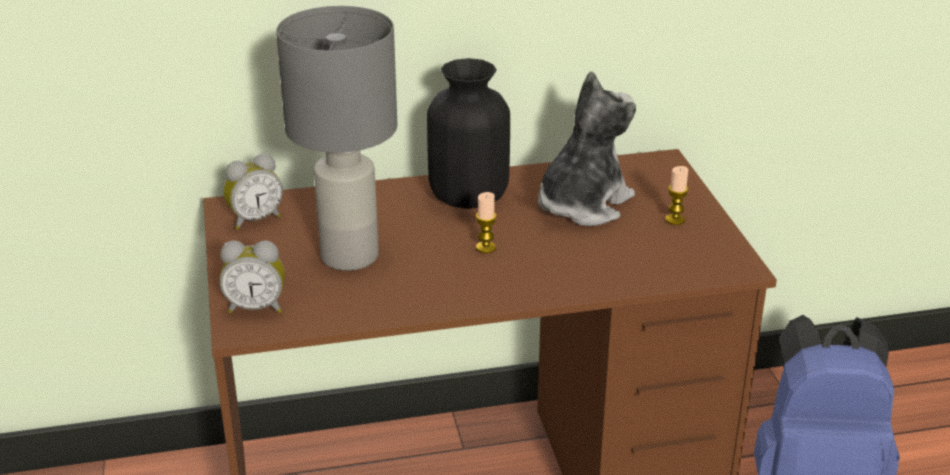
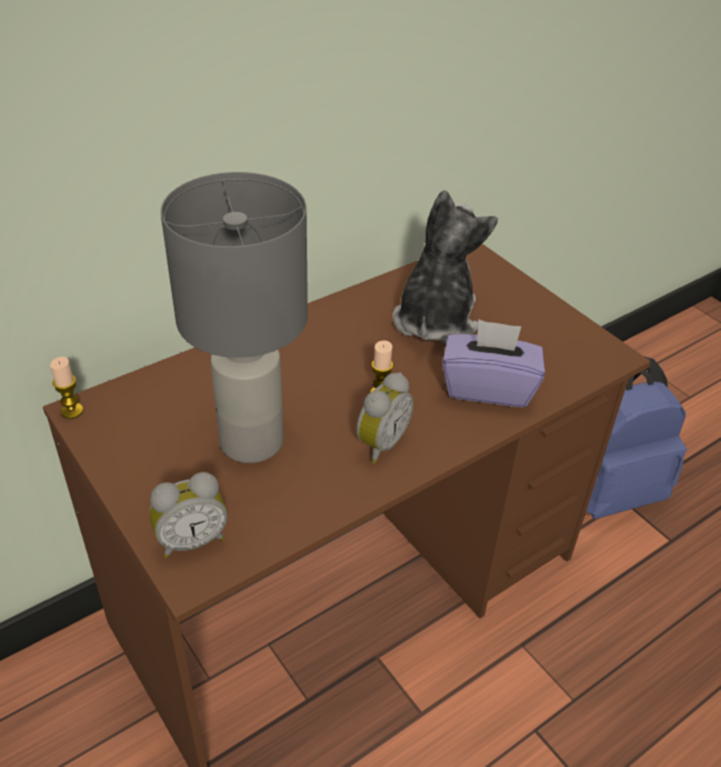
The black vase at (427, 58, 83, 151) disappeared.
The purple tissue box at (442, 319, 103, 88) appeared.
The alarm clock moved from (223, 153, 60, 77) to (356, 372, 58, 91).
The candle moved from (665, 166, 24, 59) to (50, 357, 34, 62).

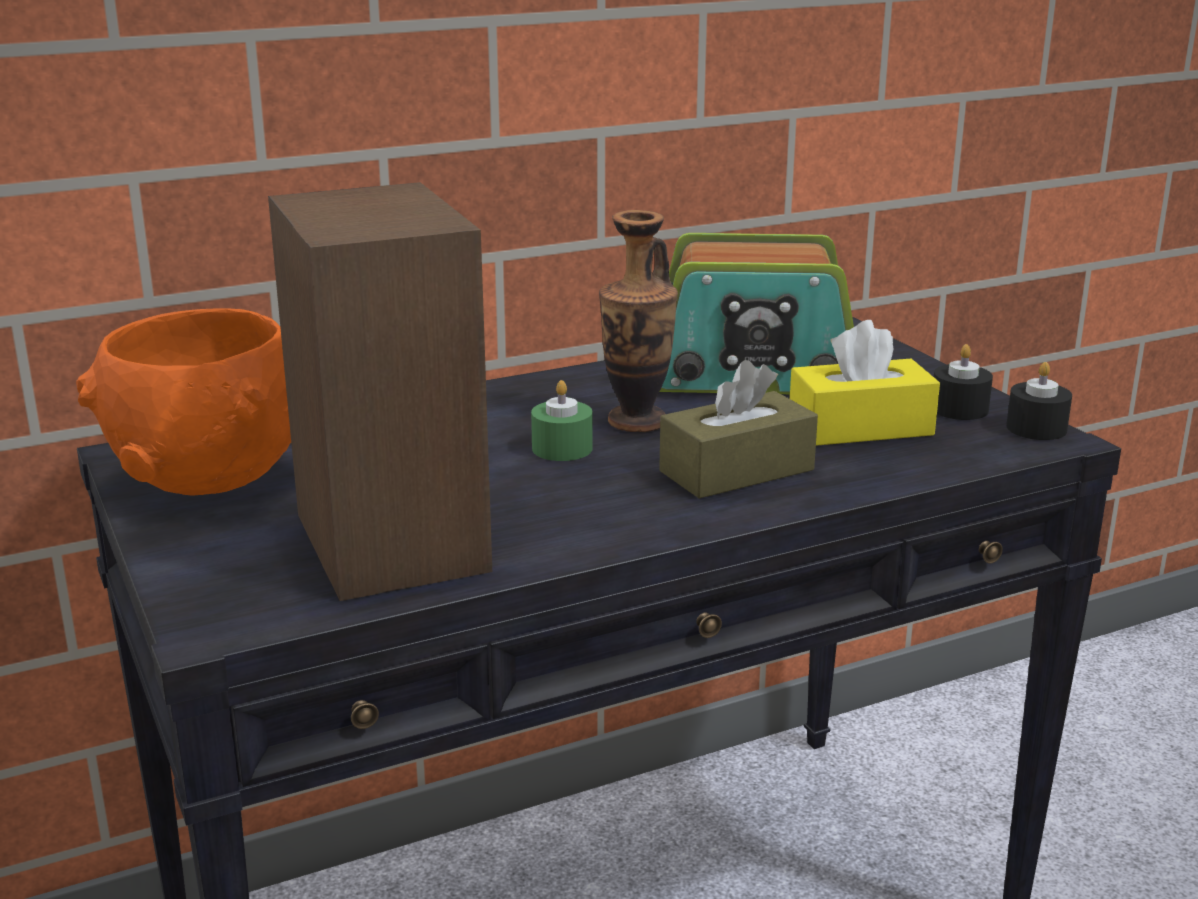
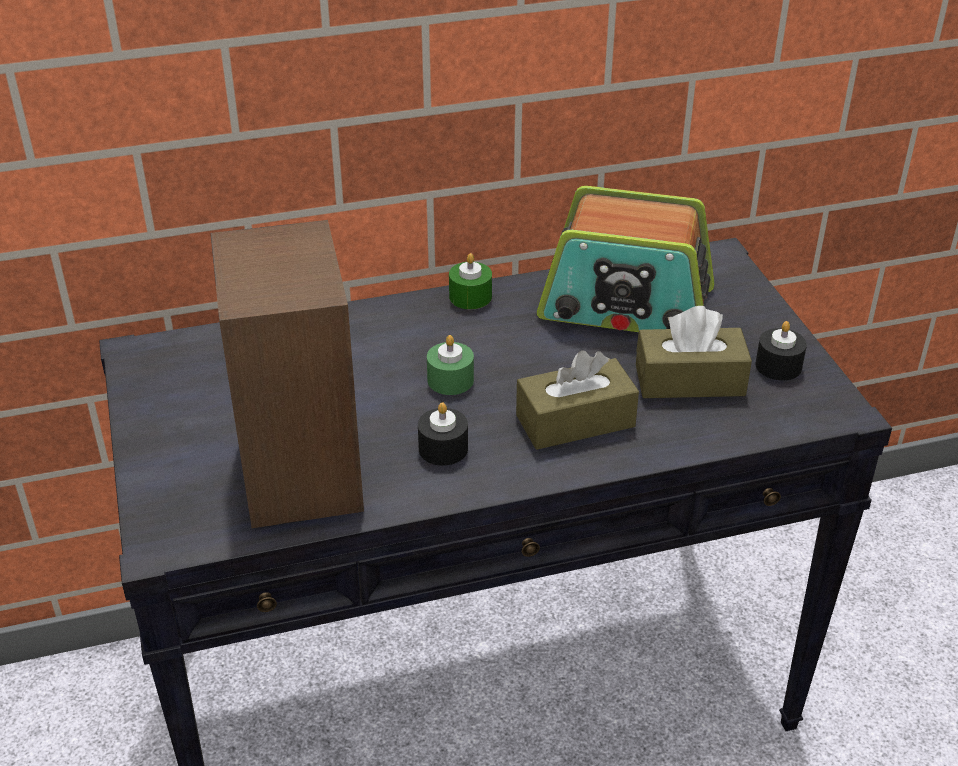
The orange bowl at (76, 308, 215, 188) disappeared.
The vase at (599, 210, 79, 222) disappeared.
The green candle at (449, 253, 43, 56) appeared.
The black candle moved from (1006, 362, 66, 78) to (418, 402, 50, 64).
The yellow tissue box at (790, 320, 150, 126) became the brown tissue box at (636, 306, 116, 92).

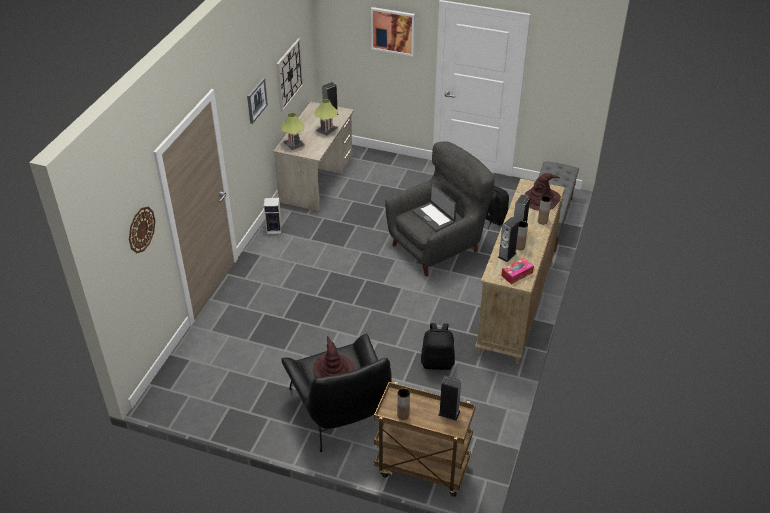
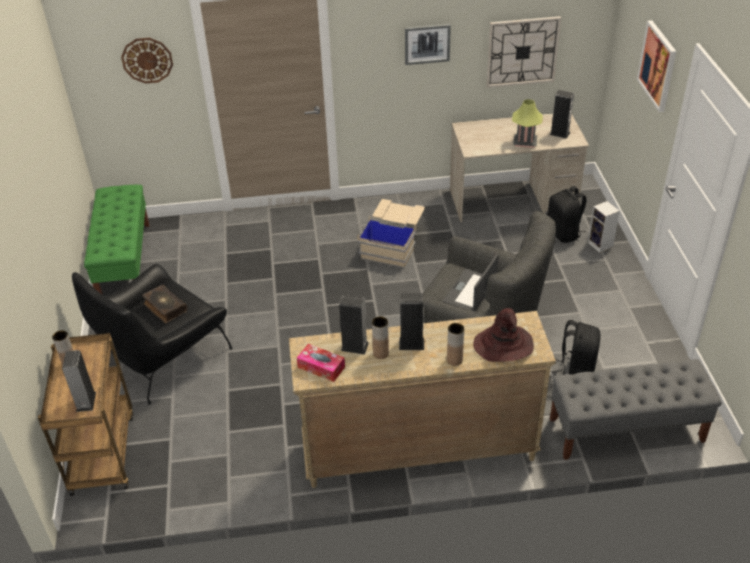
The table lamp at (281, 113, 24, 38) disappeared.
The green bench at (84, 185, 66, 109) appeared.
The beige storage box at (357, 199, 68, 69) appeared.
The speaker moved from (264, 197, 18, 37) to (588, 201, 32, 52).
The black backpack moved from (421, 323, 34, 47) to (547, 186, 40, 57).
The brown hat at (313, 336, 42, 42) was replaced by the book at (142, 285, 45, 38).

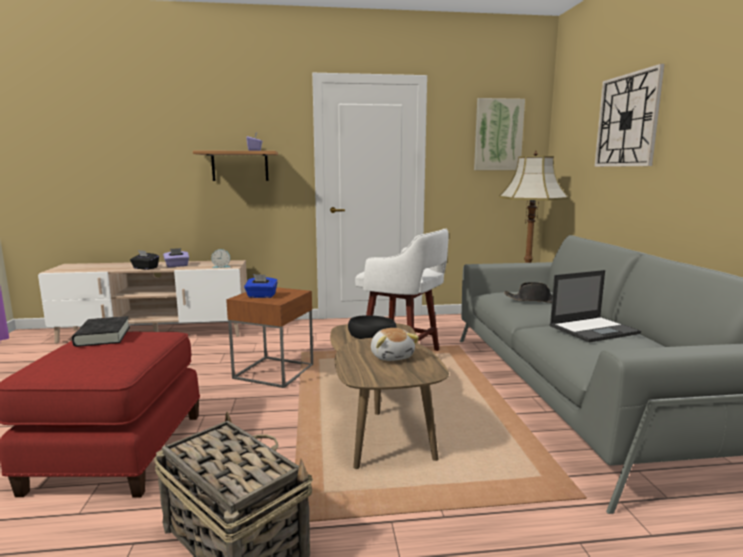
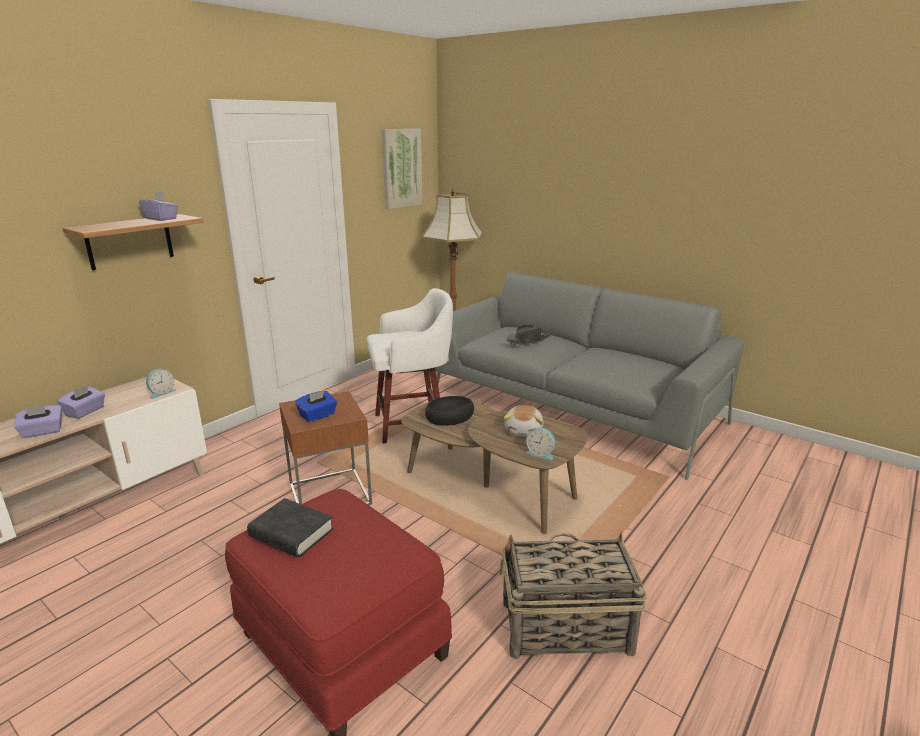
The laptop at (549, 270, 92, 72) disappeared.
The wall clock at (594, 64, 71, 103) disappeared.
The alarm clock at (526, 428, 29, 32) appeared.
The black tissue box at (130, 250, 29, 20) became the purple tissue box at (14, 405, 48, 33).
The plush toy at (371, 328, 48, 33) turned 75 degrees clockwise.

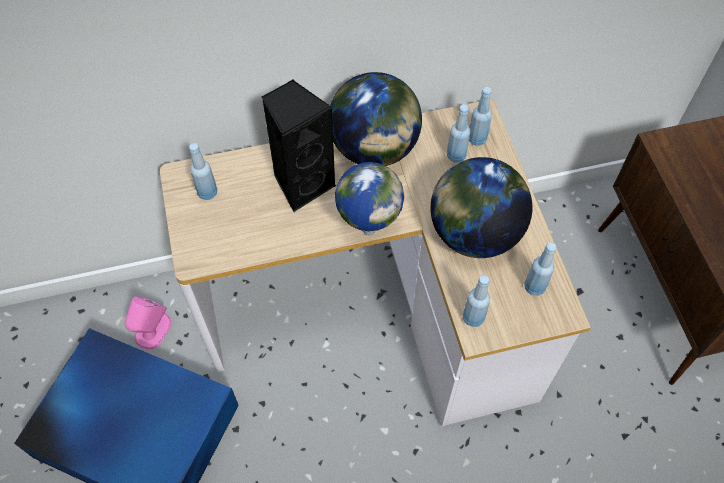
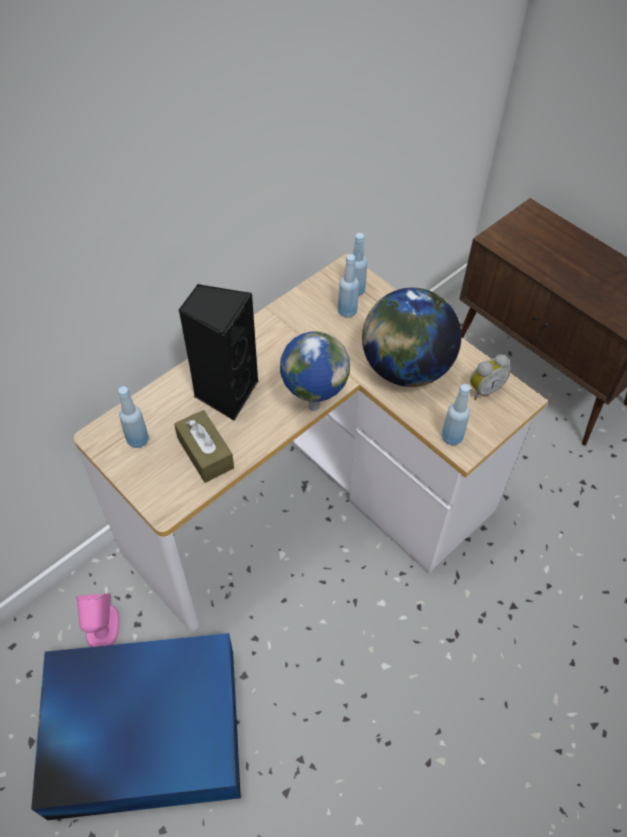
The globe at (330, 72, 92, 94) disappeared.
The brown tissue box at (174, 410, 60, 73) appeared.
The blue bottle at (524, 242, 33, 54) was replaced by the alarm clock at (470, 354, 40, 46).

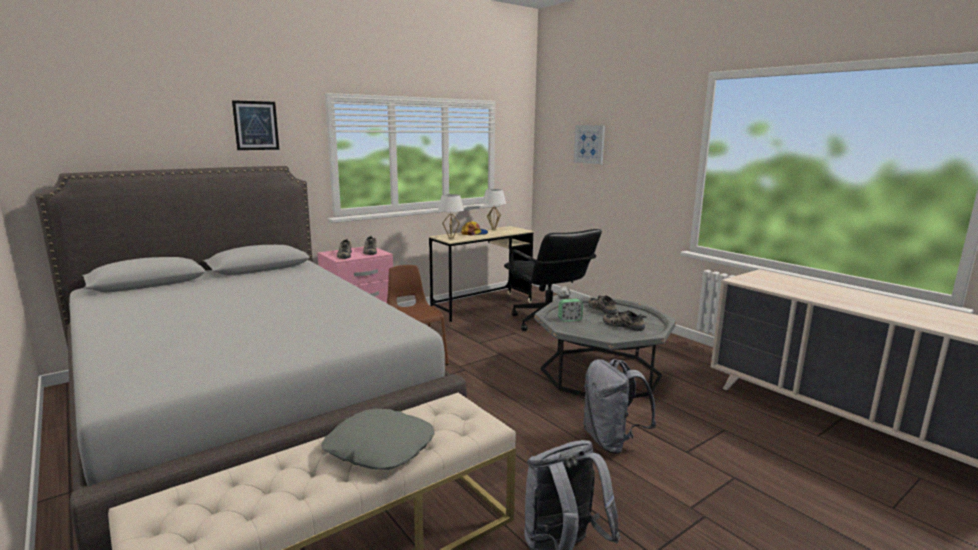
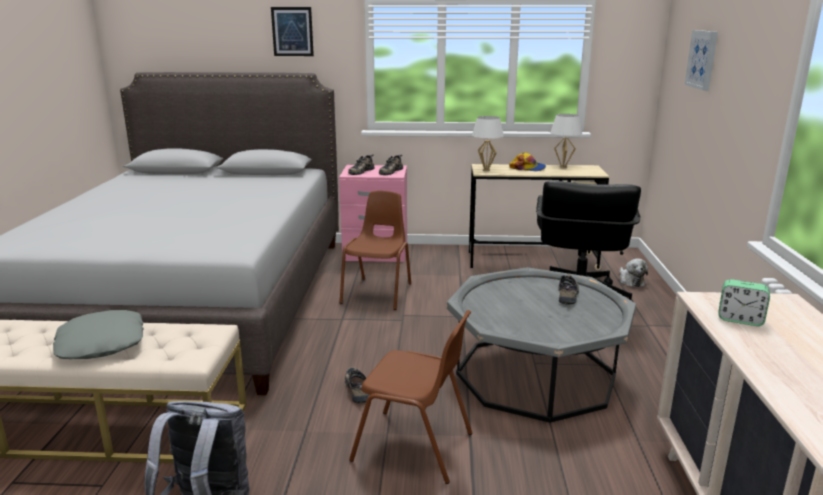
The alarm clock moved from (558, 299, 25, 23) to (718, 279, 52, 47).
The shoe moved from (603, 310, 44, 21) to (345, 367, 24, 36).
The grey backpack at (583, 359, 73, 95) was replaced by the brown chair at (349, 310, 123, 174).

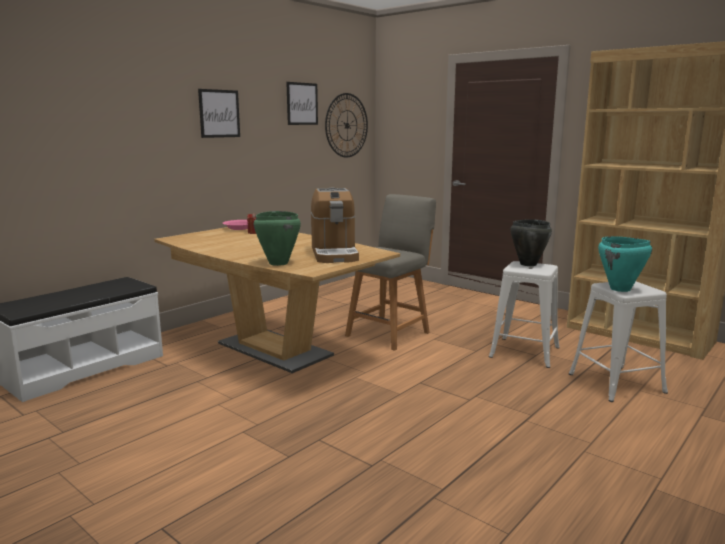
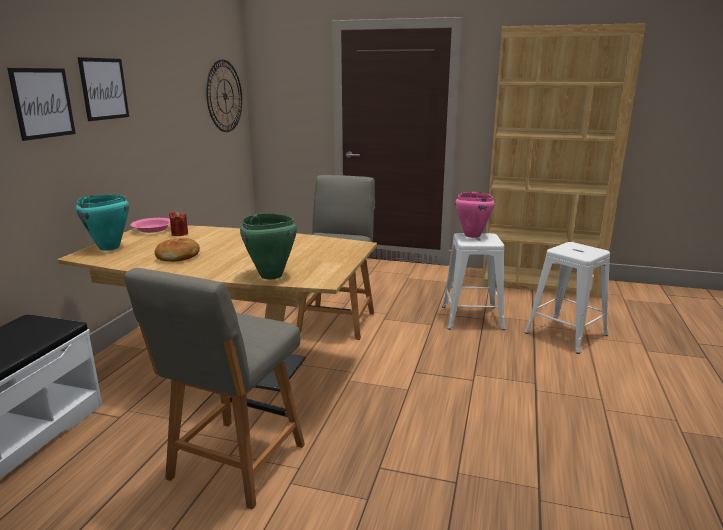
The coffee machine at (311, 188, 48, 75) disappeared.
The grey chair at (124, 268, 181, 241) appeared.
The bread at (155, 238, 45, 24) appeared.
The picture moved from (286, 82, 32, 43) to (7, 68, 69, 73).
The turquoise cooking pot moved from (598, 236, 54, 56) to (76, 195, 53, 56).
The black cooking pot at (510, 219, 42, 47) became the pink cooking pot at (455, 192, 40, 46).

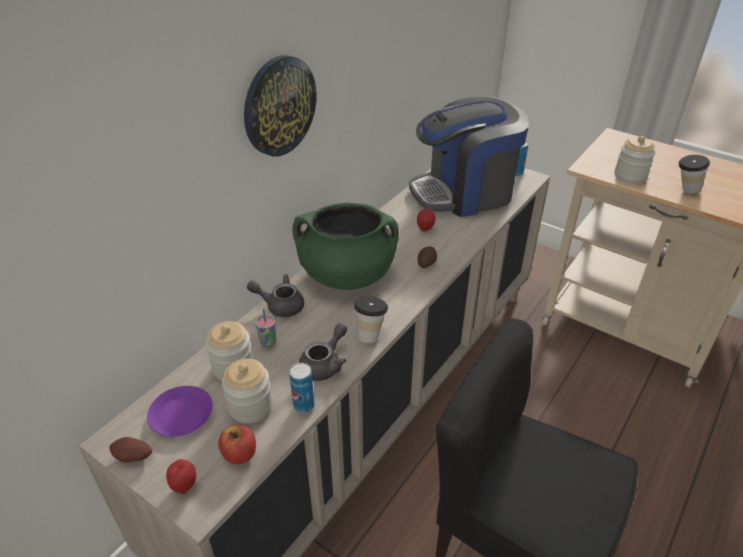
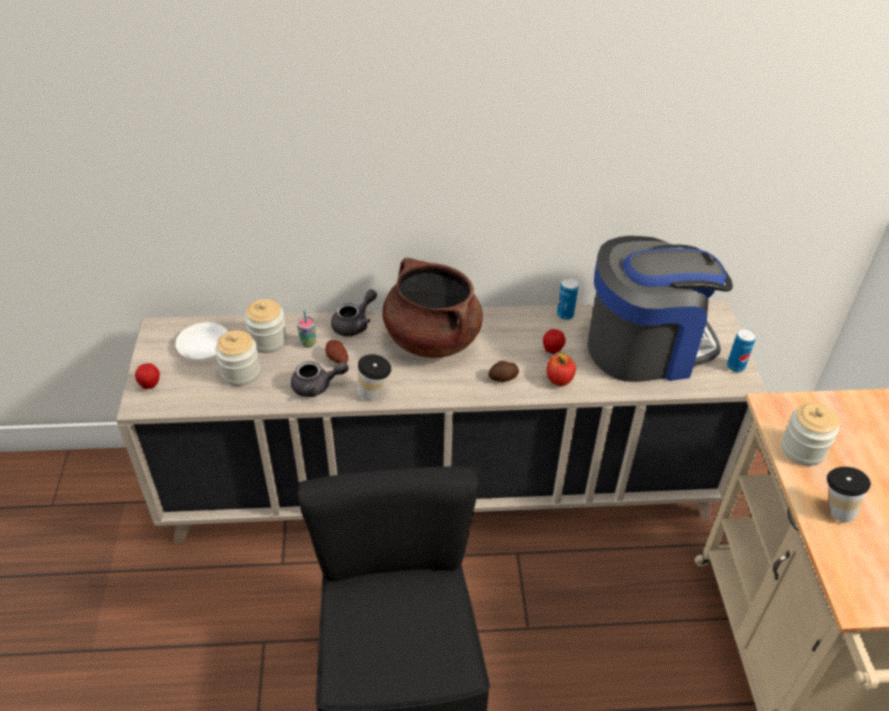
The wall clock at (244, 55, 73, 101) disappeared.
The potato moved from (109, 437, 43, 26) to (325, 340, 23, 24).
The apple moved from (218, 425, 38, 39) to (546, 354, 30, 32).
The can moved from (289, 363, 26, 50) to (557, 277, 22, 43).
The purple plate at (147, 386, 66, 51) became the white plate at (176, 322, 52, 38).
The green cooking pot at (293, 203, 106, 87) became the brown cooking pot at (382, 258, 101, 100).
The grey teapot at (247, 274, 57, 43) turned 75 degrees clockwise.
The coffee machine at (409, 96, 120, 121) turned 135 degrees clockwise.

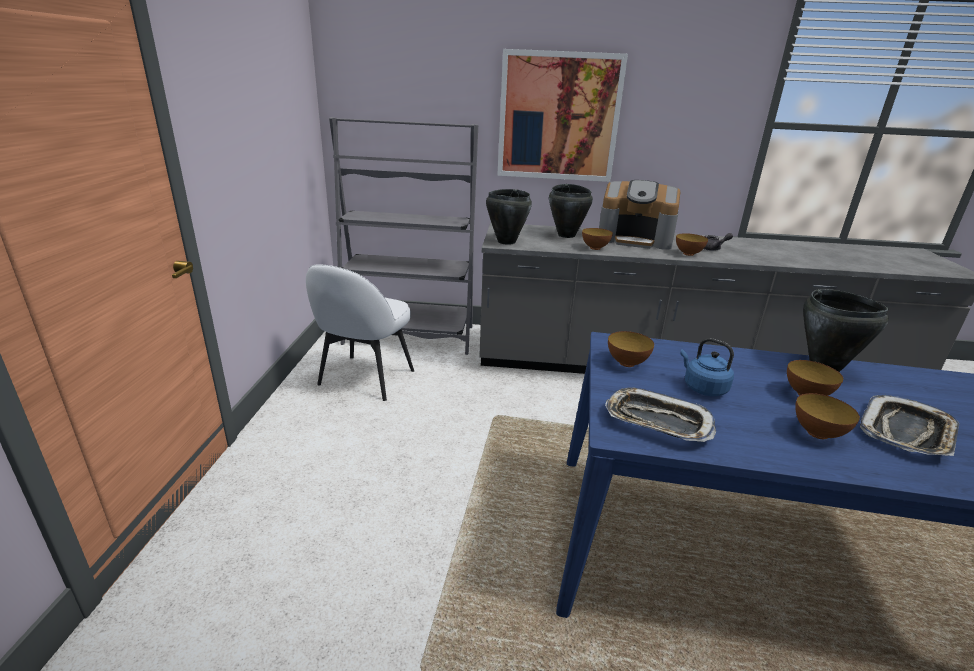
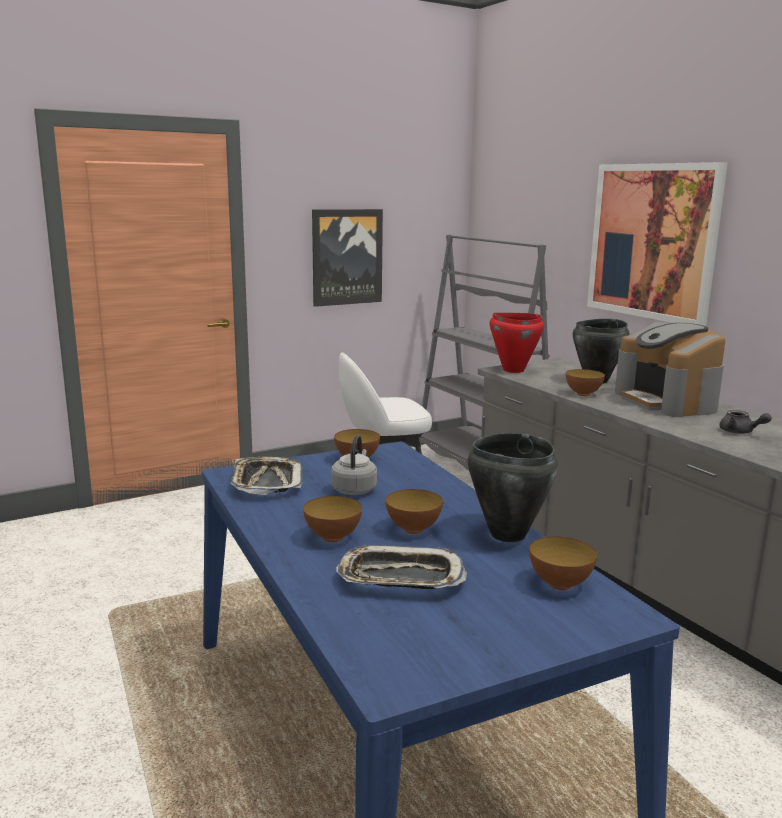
The picture at (312, 209, 71, 98) appeared.
The bowl moved from (676, 233, 32, 23) to (529, 536, 68, 54).
The black cooking pot at (486, 189, 46, 56) became the red cooking pot at (490, 313, 54, 60).
The blue kettle at (680, 338, 54, 58) became the grey kettle at (331, 435, 46, 60).

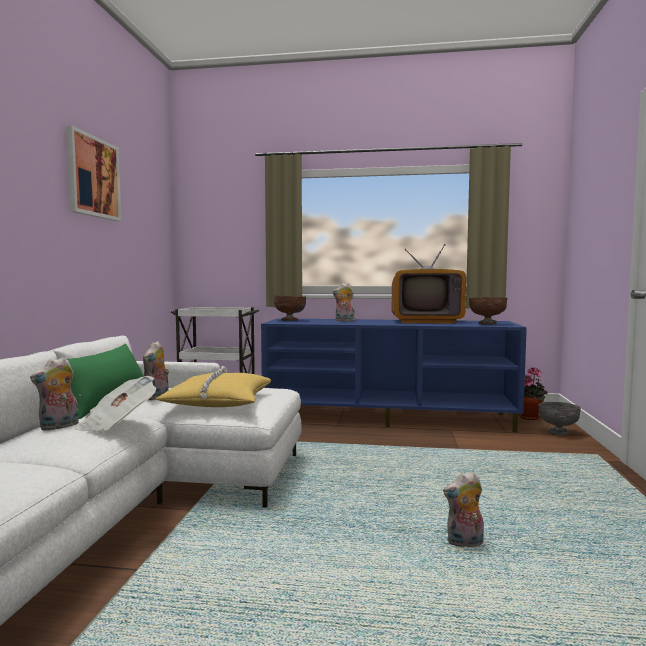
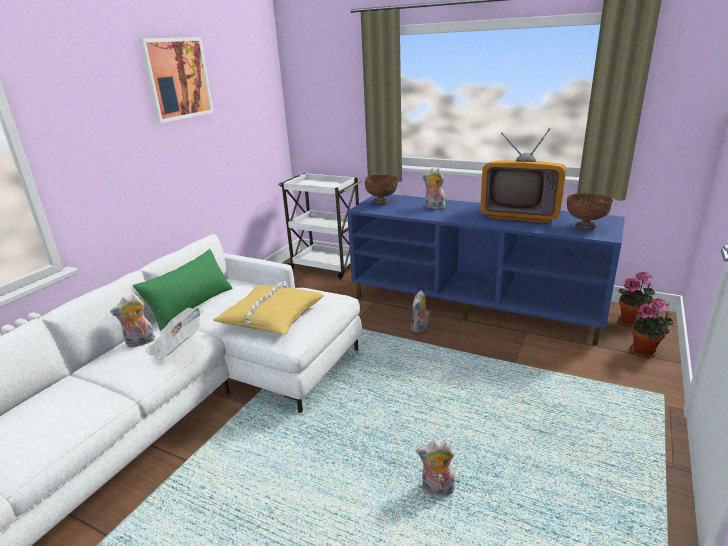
The plush toy moved from (143, 341, 26, 59) to (411, 290, 19, 43).
The grey bowl at (538, 402, 43, 33) was replaced by the potted plant at (630, 298, 44, 60).

